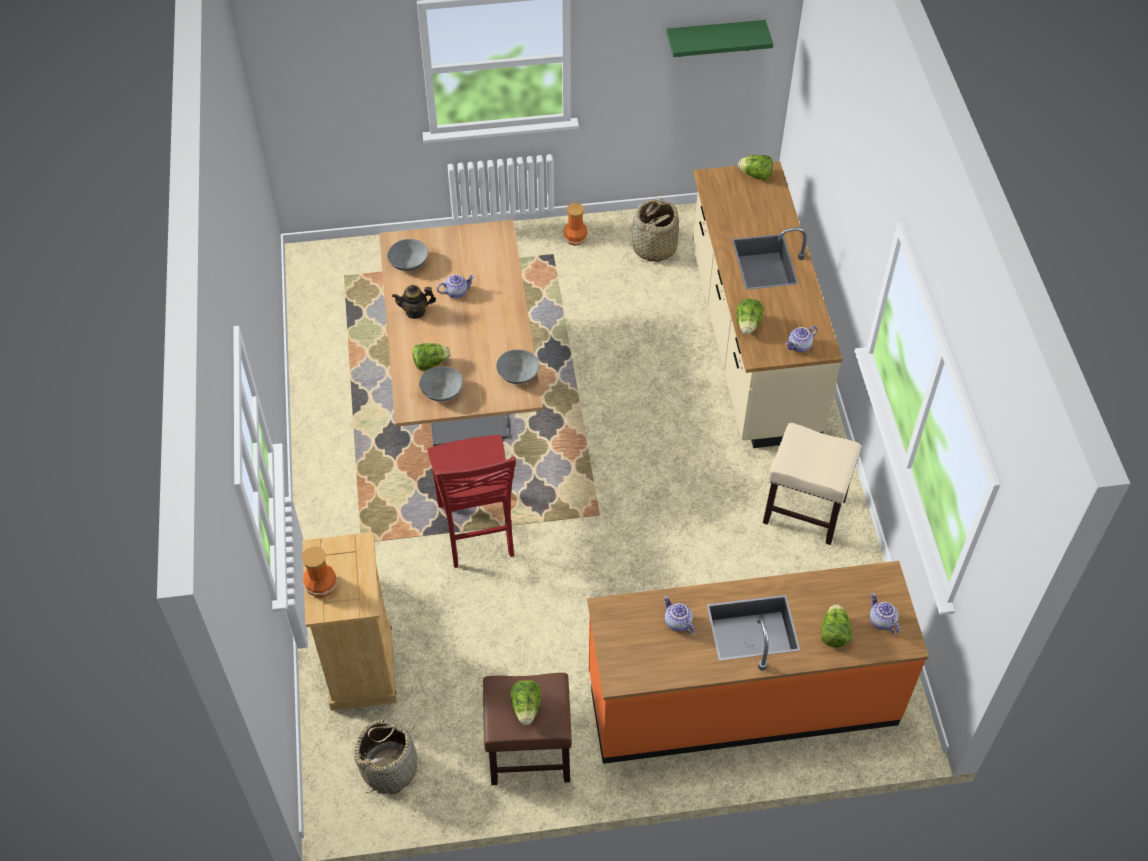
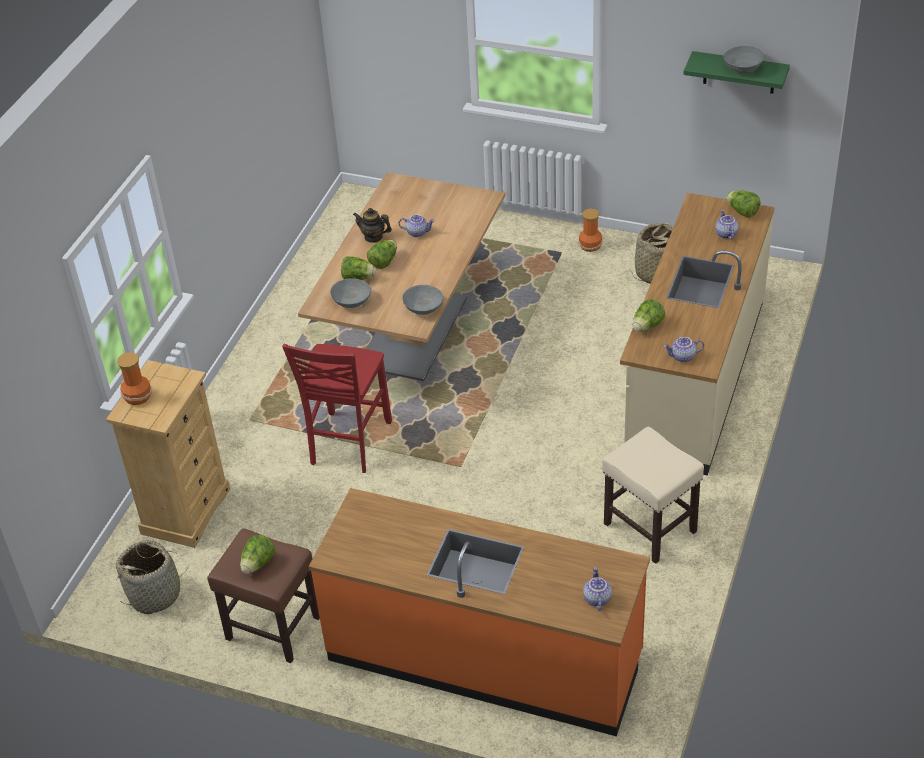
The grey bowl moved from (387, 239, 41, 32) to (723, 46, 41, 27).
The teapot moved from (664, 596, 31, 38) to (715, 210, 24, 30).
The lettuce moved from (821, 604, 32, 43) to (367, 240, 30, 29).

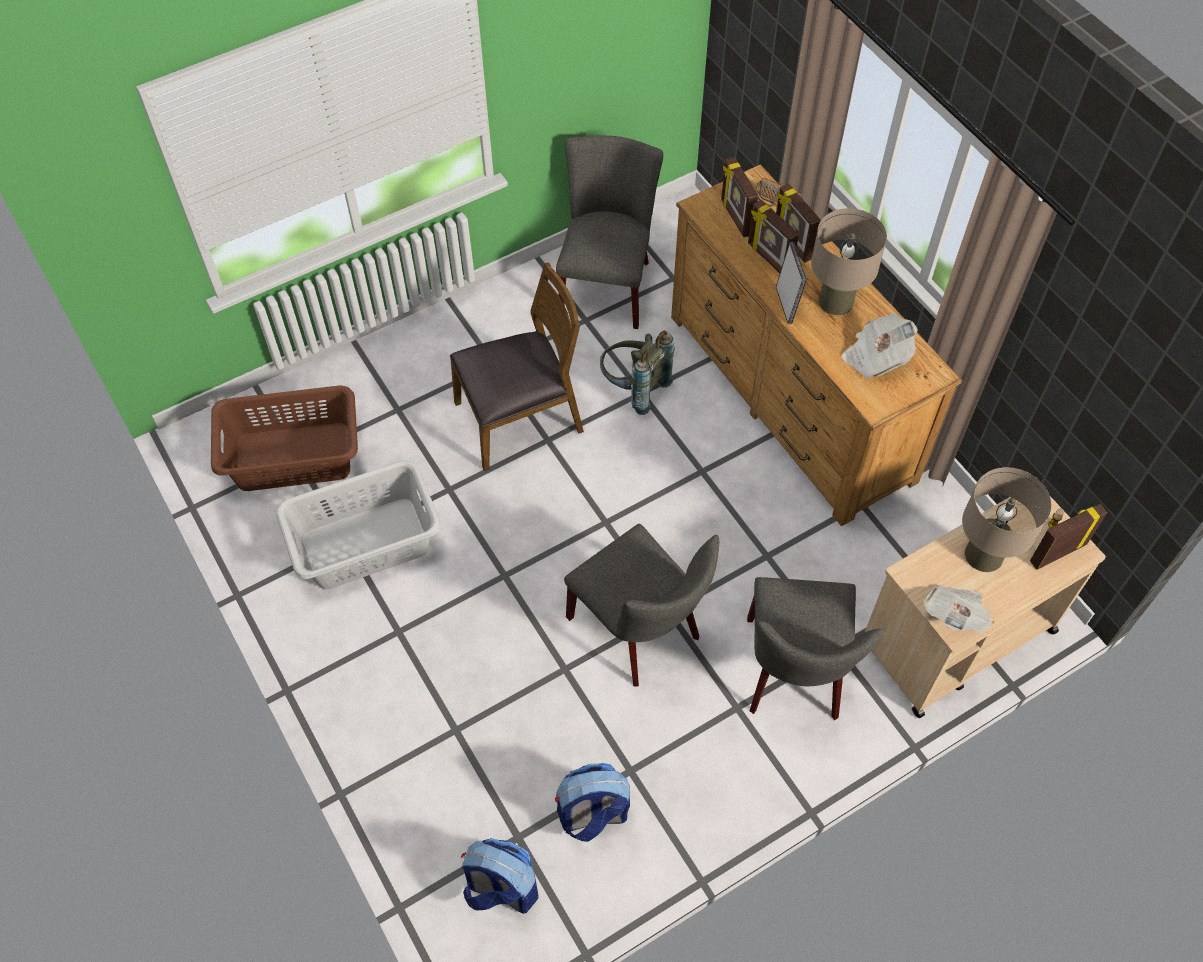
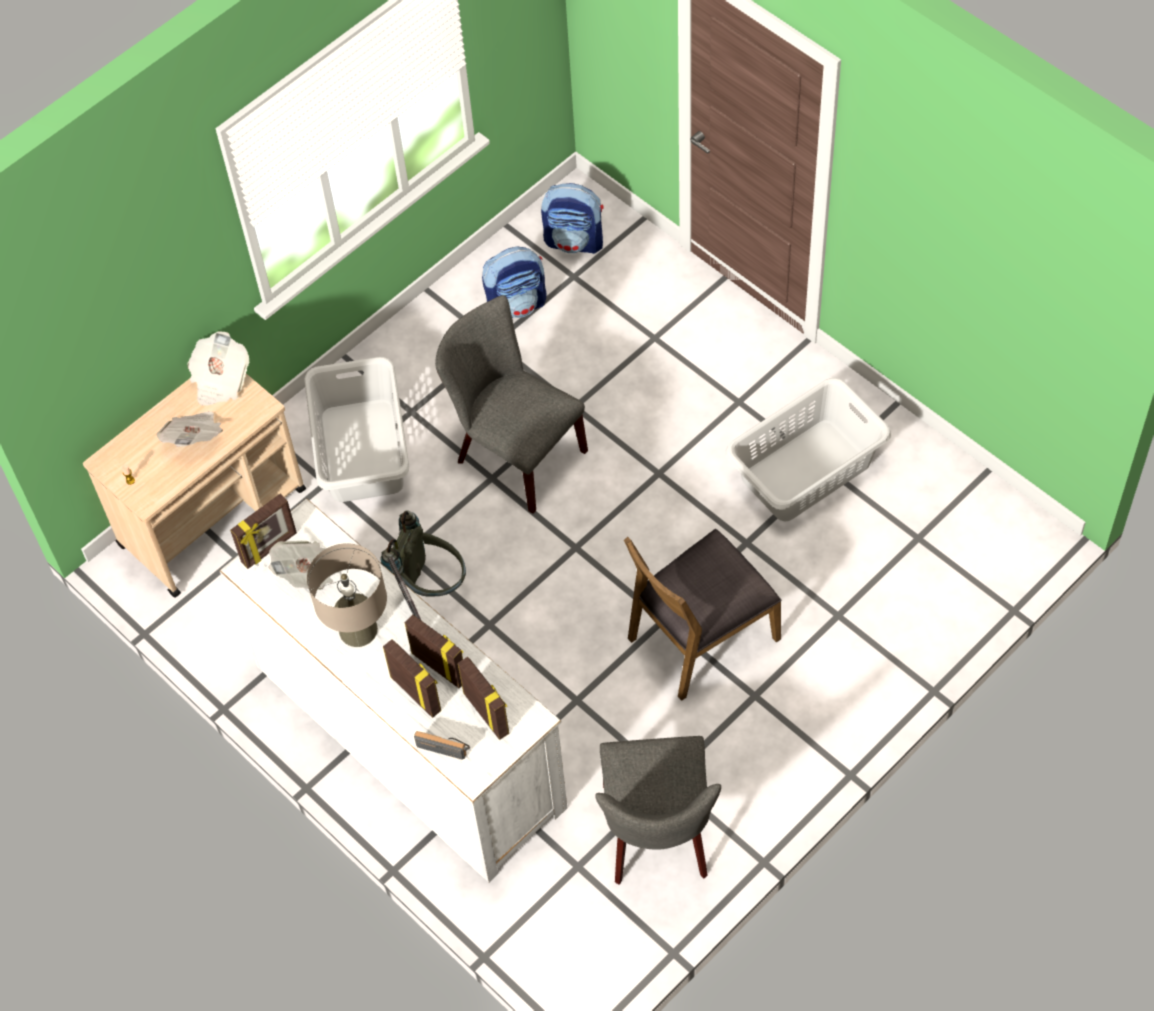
The brown laundry basket at (211, 385, 147, 106) disappeared.
The grey backpack moved from (600, 331, 75, 84) to (380, 510, 86, 87).
The picture frame moved from (1030, 504, 77, 66) to (230, 493, 67, 76).
The grey chair at (747, 577, 137, 143) was replaced by the grey laundry basket at (304, 357, 105, 145).
The beige table lamp at (962, 467, 89, 105) was replaced by the newspaper at (157, 411, 66, 36).
The brown dresser at (671, 164, 291, 362) became the white dresser at (220, 498, 347, 384).

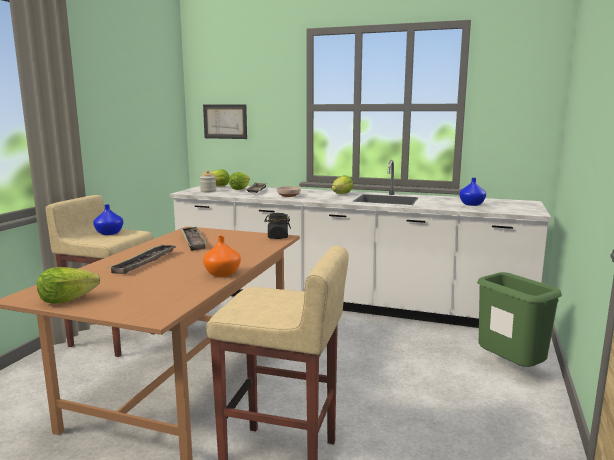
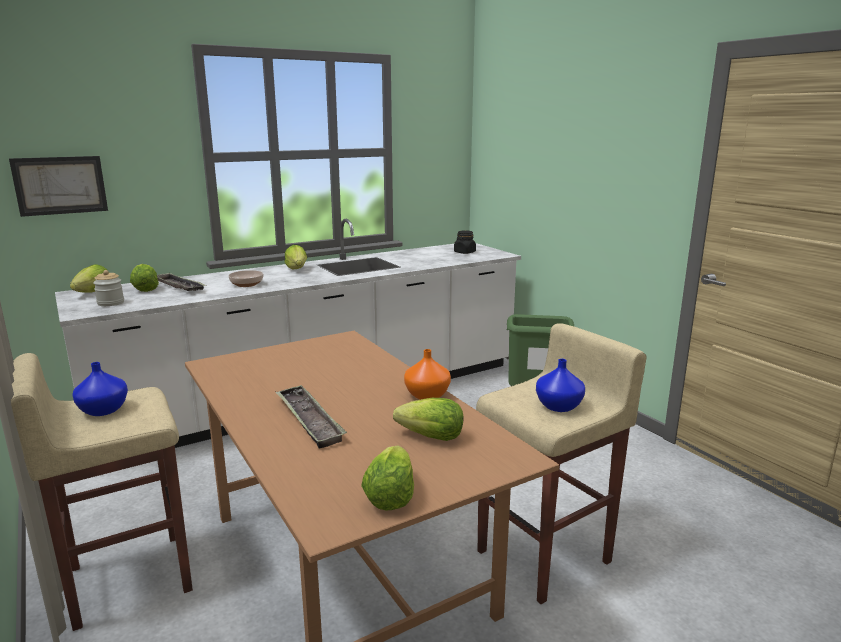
The tray at (181, 227, 27, 24) disappeared.
The lettuce at (393, 398, 71, 43) appeared.
The black jar moved from (264, 213, 27, 26) to (454, 230, 22, 24).
The blue vase moved from (459, 178, 27, 28) to (536, 359, 49, 53).

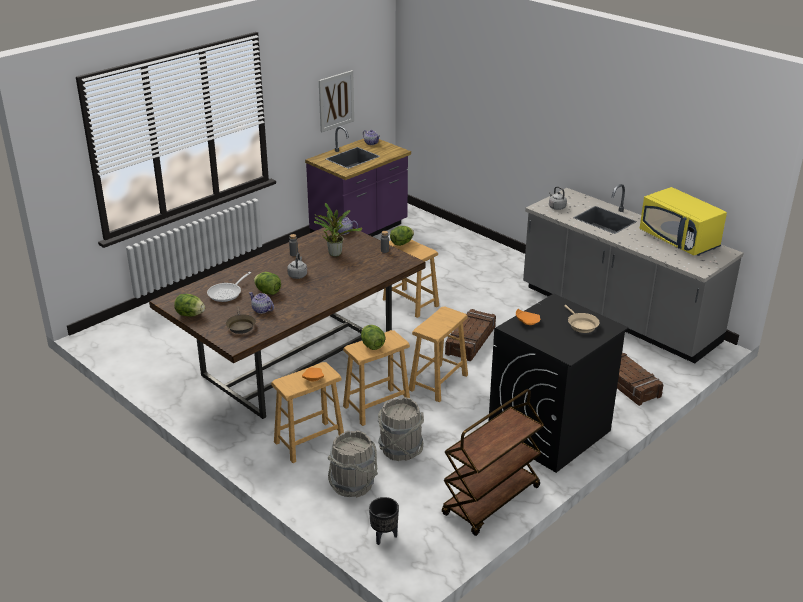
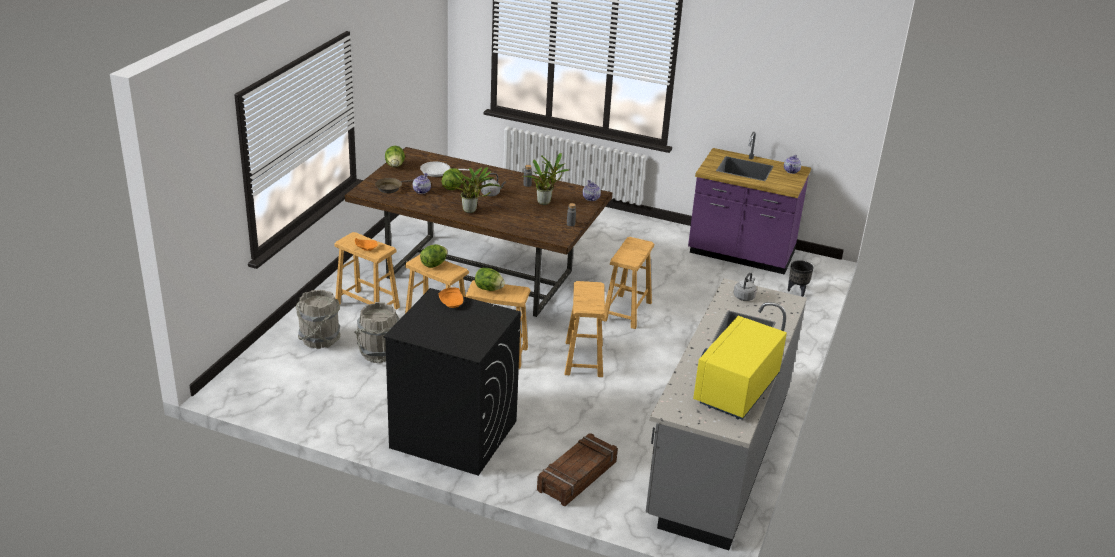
The picture at (319, 70, 35, 62) disappeared.
The brown cart at (442, 389, 102, 147) disappeared.
The beige frying pan at (564, 305, 36, 28) disappeared.
The potted plant at (442, 167, 59, 46) appeared.
The black planter moved from (369, 497, 30, 48) to (788, 260, 26, 37).
The lettuce moved from (390, 226, 24, 20) to (475, 268, 30, 23).
The crate at (445, 309, 51, 52) was replaced by the brown stool at (564, 281, 41, 96).

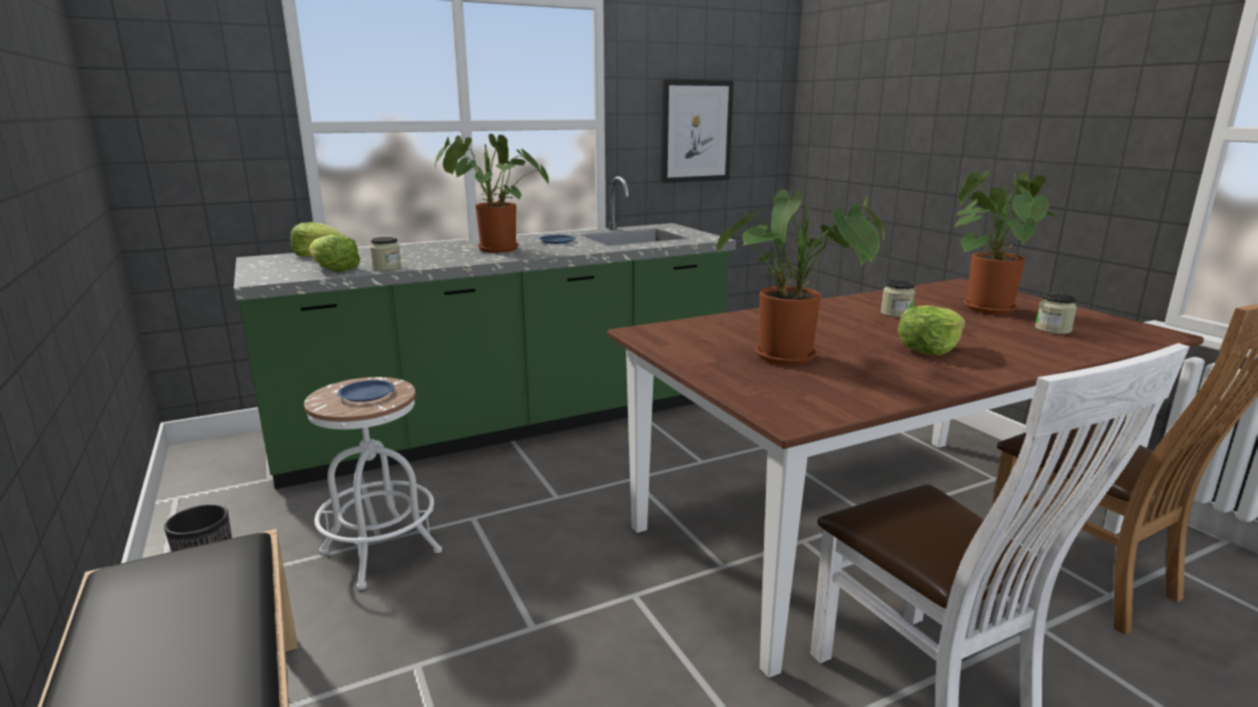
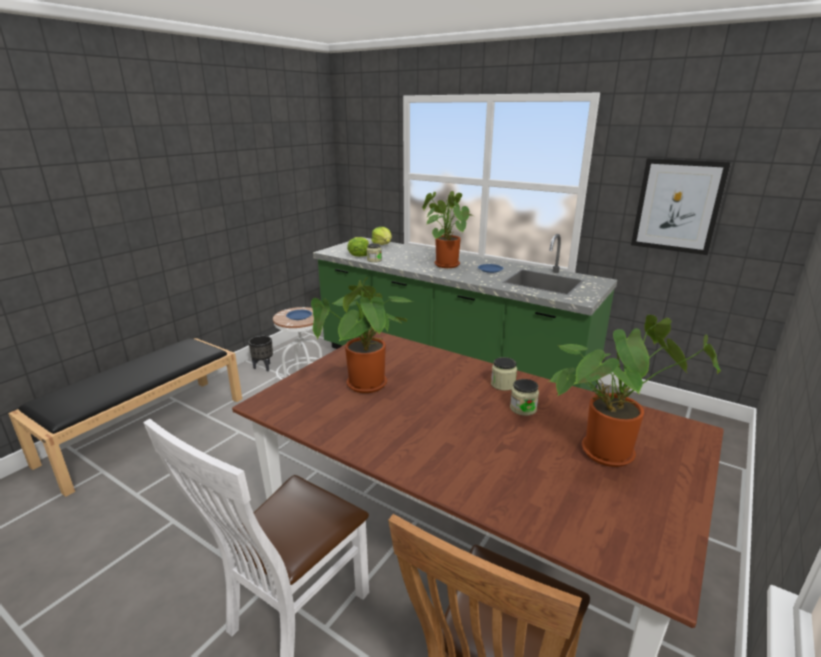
The lettuce at (898, 306, 67, 49) disappeared.
The jar moved from (1035, 293, 42, 41) to (491, 357, 26, 34).

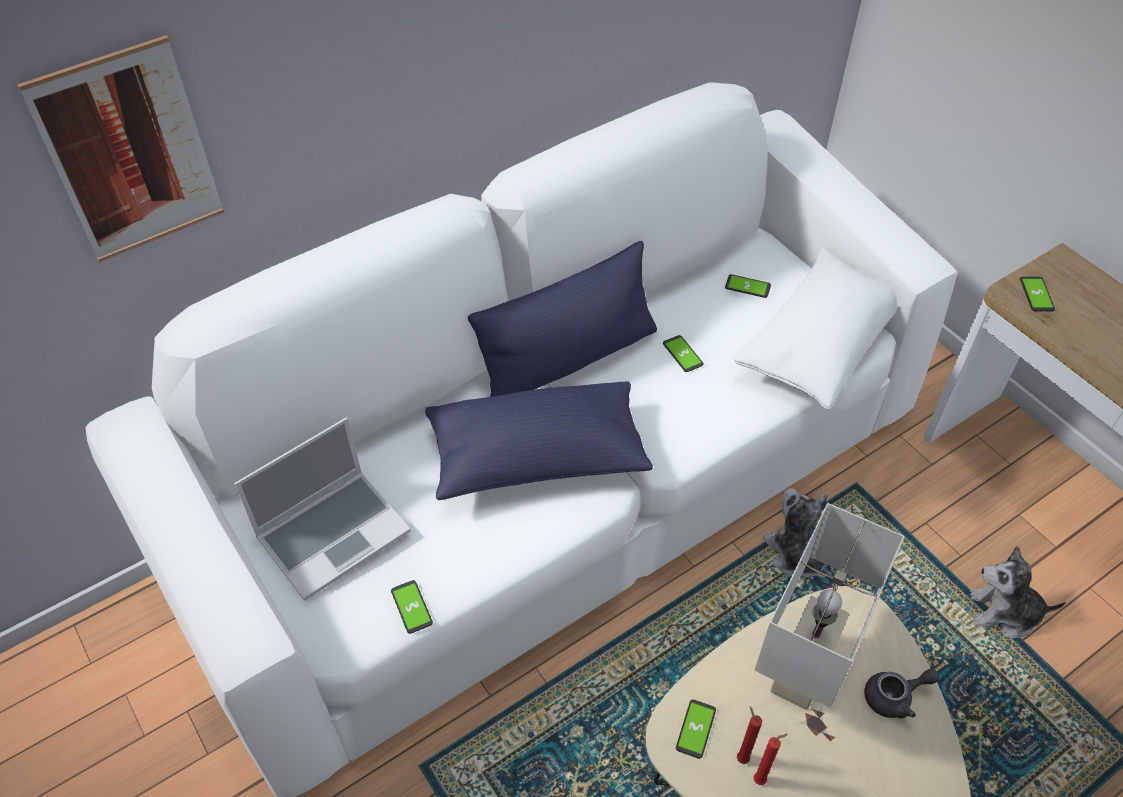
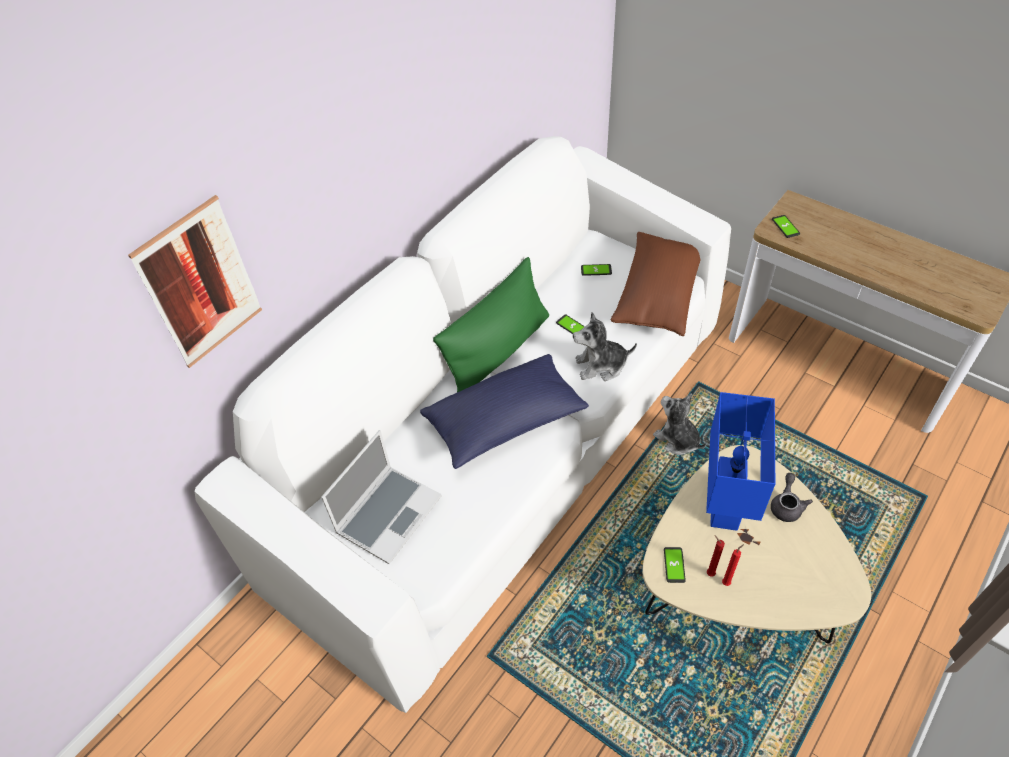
The phone at (391, 580, 42, 54) disappeared.
The plush toy moved from (970, 545, 96, 93) to (573, 312, 64, 69).
The blue pillow at (468, 241, 189, 156) became the green pillow at (433, 257, 116, 135).
The white pillow at (733, 248, 164, 162) became the brown pillow at (611, 232, 90, 104).
The white table lamp at (754, 503, 151, 207) became the blue table lamp at (706, 392, 69, 139).
The grey teapot at (864, 669, 75, 49) turned 45 degrees counterclockwise.

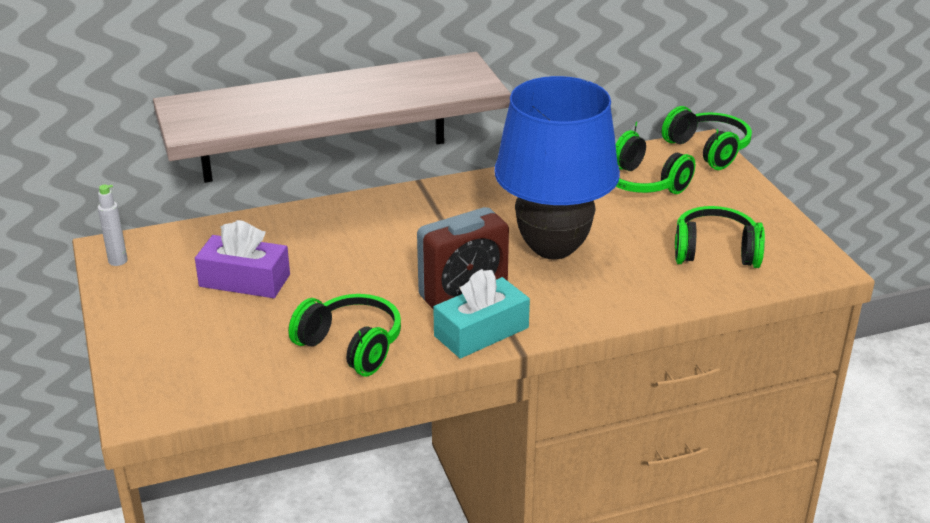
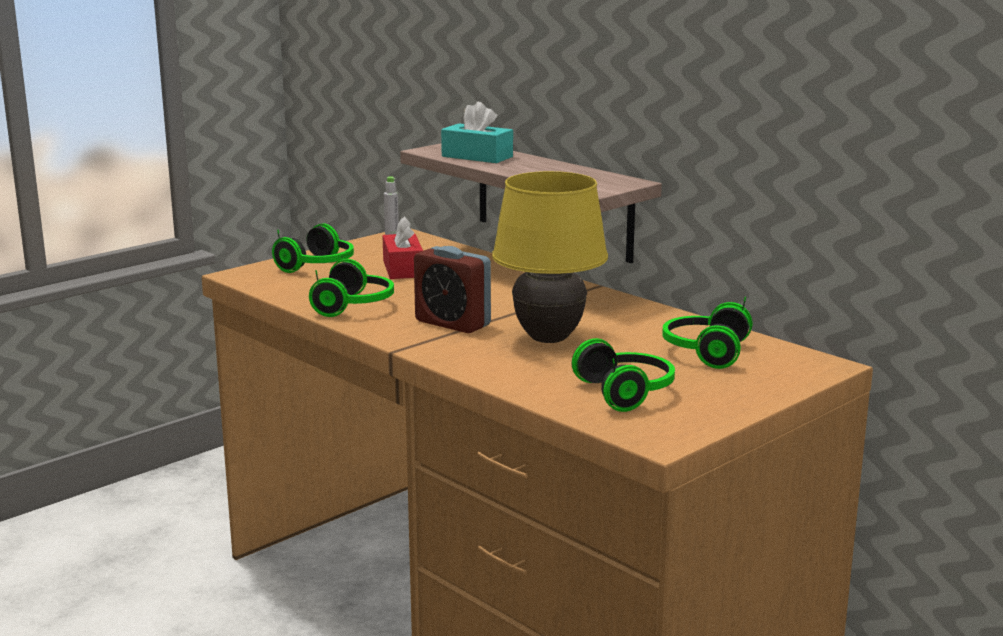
The turquoise tissue box moved from (433, 269, 97, 90) to (441, 102, 72, 61).
The headphones moved from (661, 106, 91, 64) to (272, 223, 82, 50).
The purple tissue box at (195, 220, 95, 78) became the red tissue box at (383, 216, 40, 63).
The blue table lamp at (495, 76, 125, 183) became the yellow table lamp at (492, 171, 116, 172).

